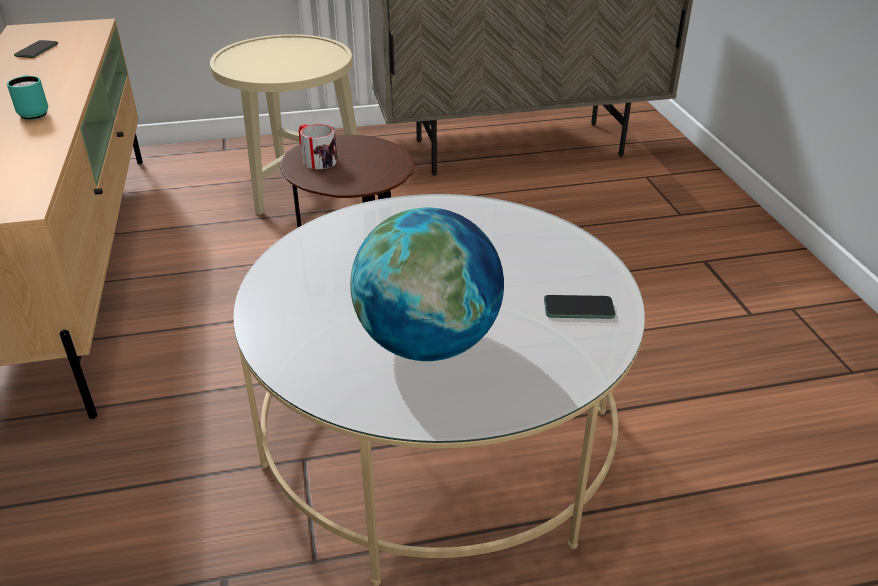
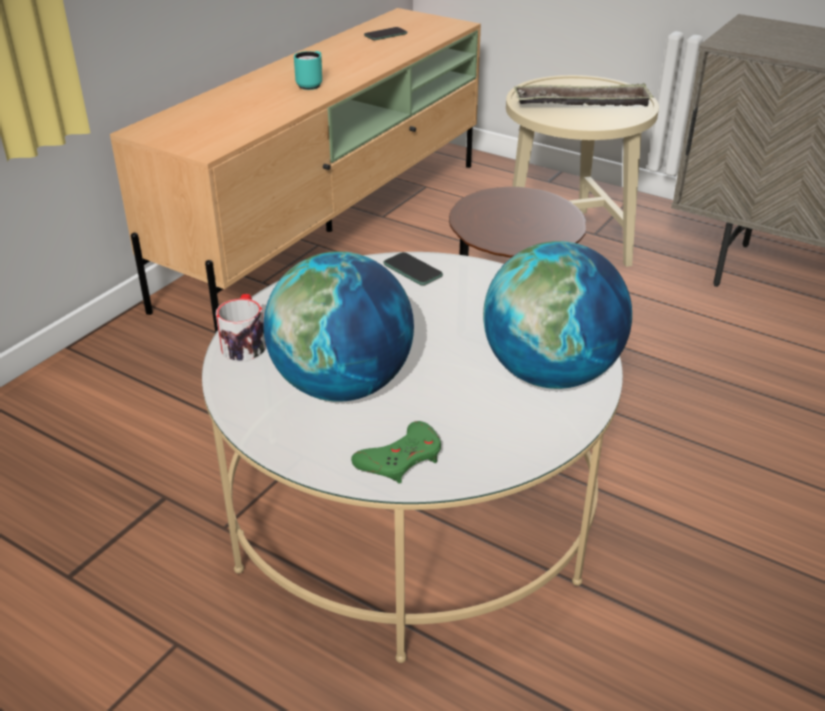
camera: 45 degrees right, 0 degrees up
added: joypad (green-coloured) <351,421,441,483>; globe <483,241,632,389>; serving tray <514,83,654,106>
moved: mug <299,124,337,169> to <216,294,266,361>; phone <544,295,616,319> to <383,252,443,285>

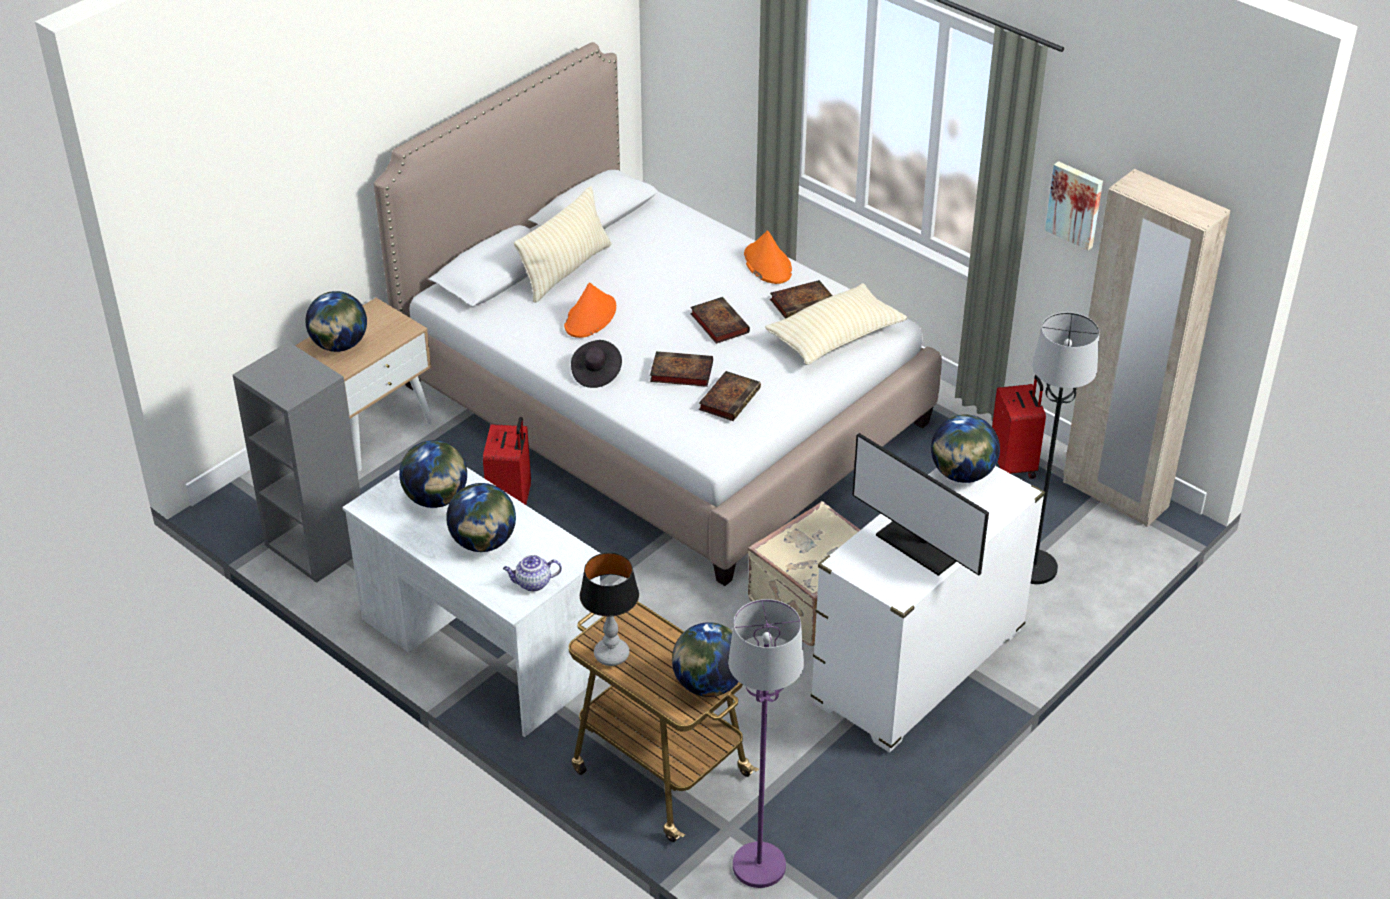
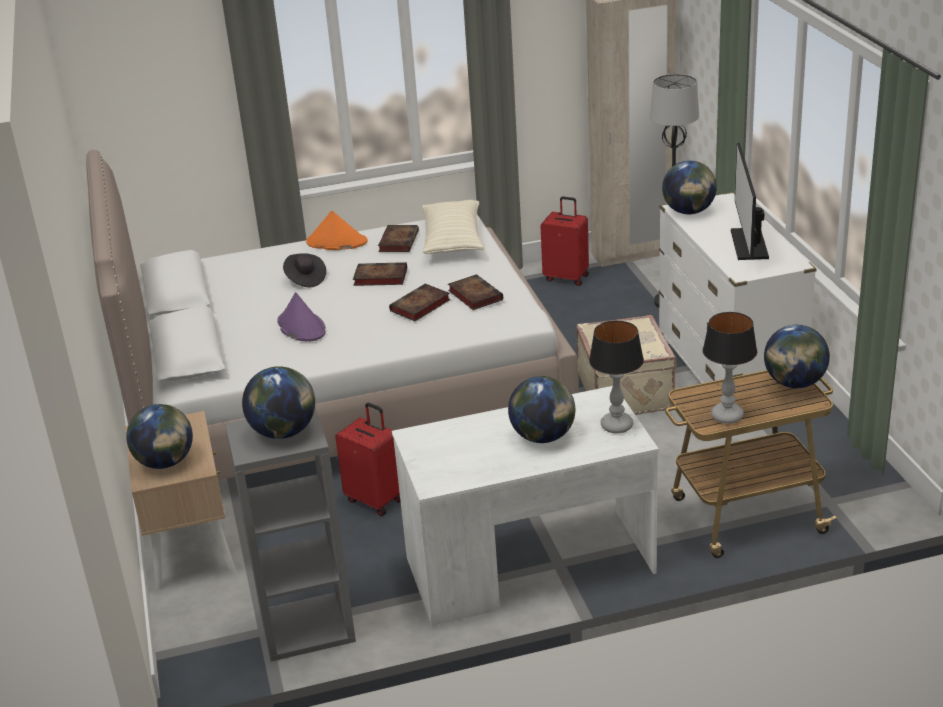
camera: 55 degrees left, 10 degrees down
removed: cushion (beige-coloured) <514,186,611,303>; standing lamp (purple-coloured) <728,599,804,888>; picture <1045,161,1103,250>
moved: globe <399,440,467,508> to <242,366,315,439>; hat (black-coloured) <571,340,622,388> to <283,253,326,287>
replaced: teapot <503,555,562,592> to tabletop lamp <589,321,644,434>
recoloured: hat (orange) <564,282,616,338> to hat (purple-coloured) <277,292,326,342>
turned: monitor <853,433,989,576> = <731,142,769,260> 105 degrees clockwise

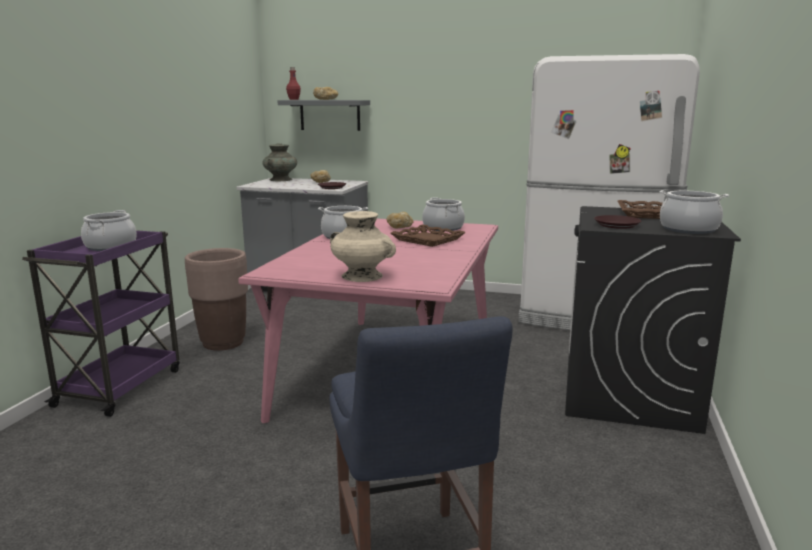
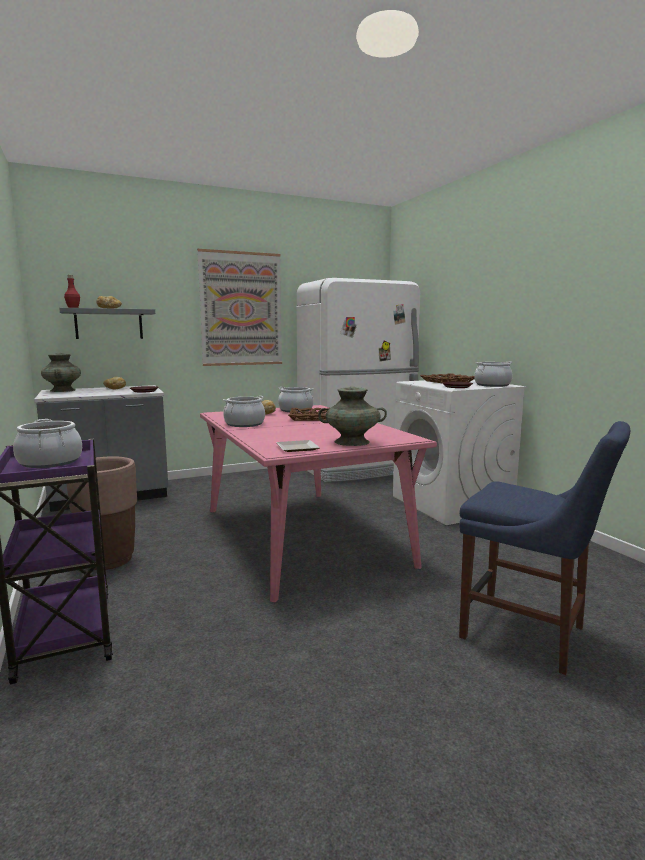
camera: 40 degrees left, 5 degrees down
added: picture <197,249,282,366>; flat dish <276,440,320,452>
recoloured: decorative vase (beige-coloured) <330,211,396,282> to decorative vase (turquoise) <318,387,387,446>; washing machine (black-coloured) <565,206,741,434> to washing machine (white) <393,380,527,525>

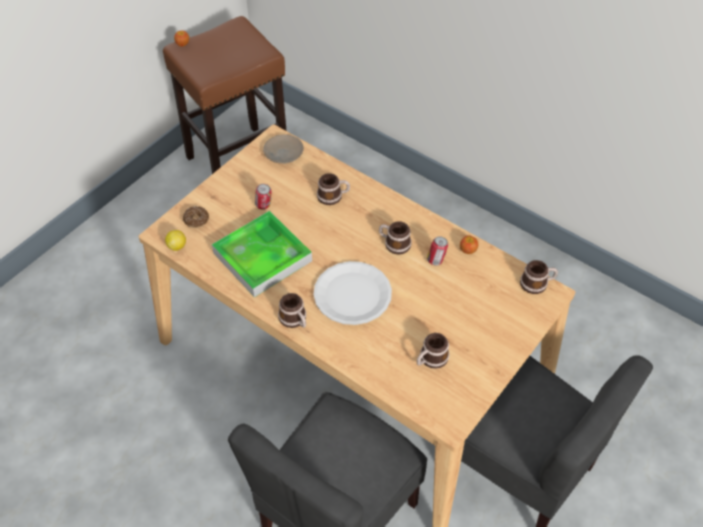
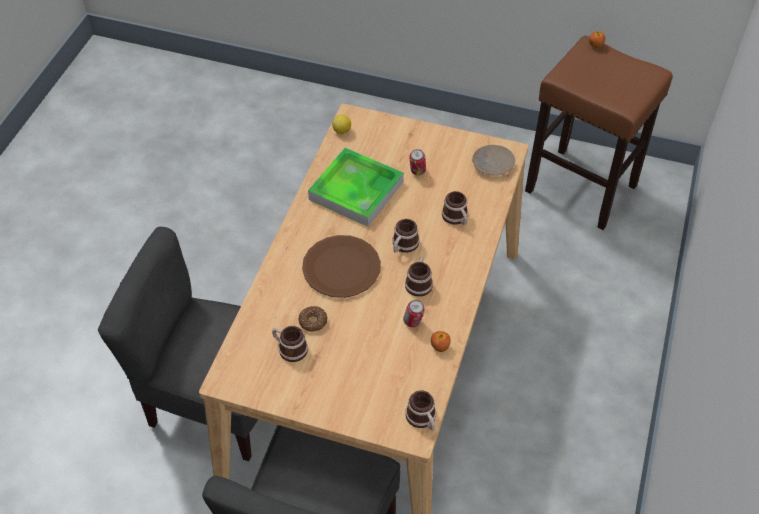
camera: 70 degrees right, 0 degrees up
moved: ring doughnut <183,206,209,228> to <299,306,327,332>; mug <278,293,306,328> to <392,219,420,253>
recoloured: flat dish (white) <313,261,392,325> to flat dish (brownish) <302,235,381,298>

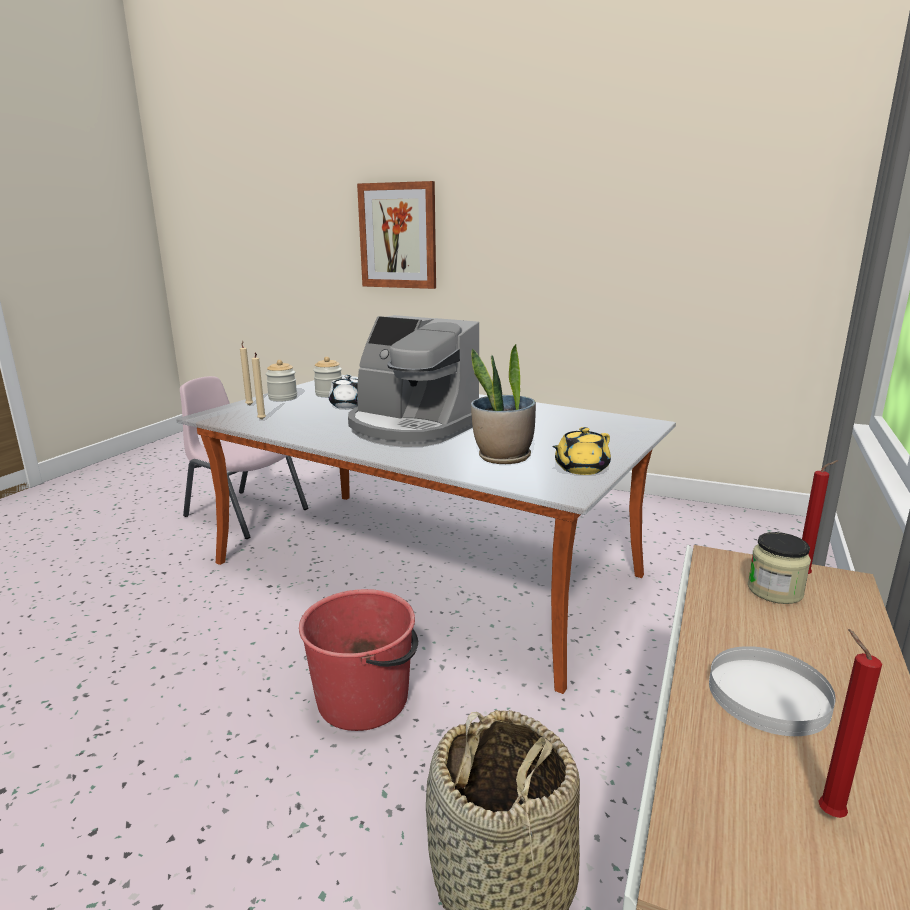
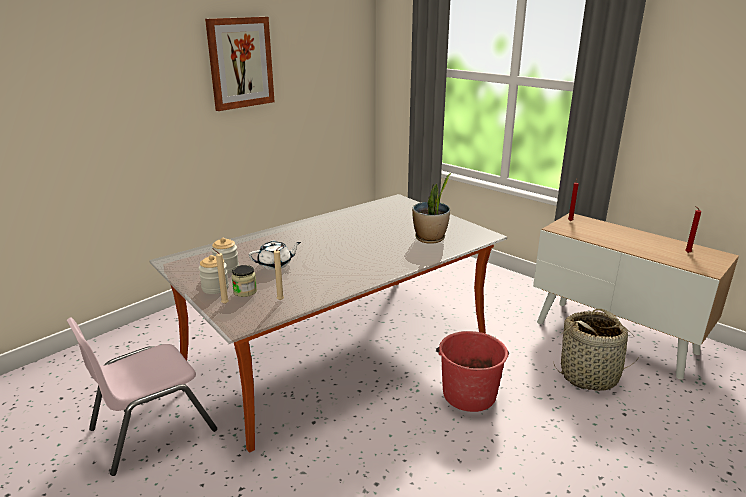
camera: 70 degrees left, 5 degrees up
removed: coffee brewer <348,315,479,447>; teapot (yellow-coloured) <552,427,611,475>; flat dish (white) <709,646,836,736>
moved: picture <357,181,436,289> to <205,17,275,111>; jar <748,532,811,604> to <231,265,257,297>

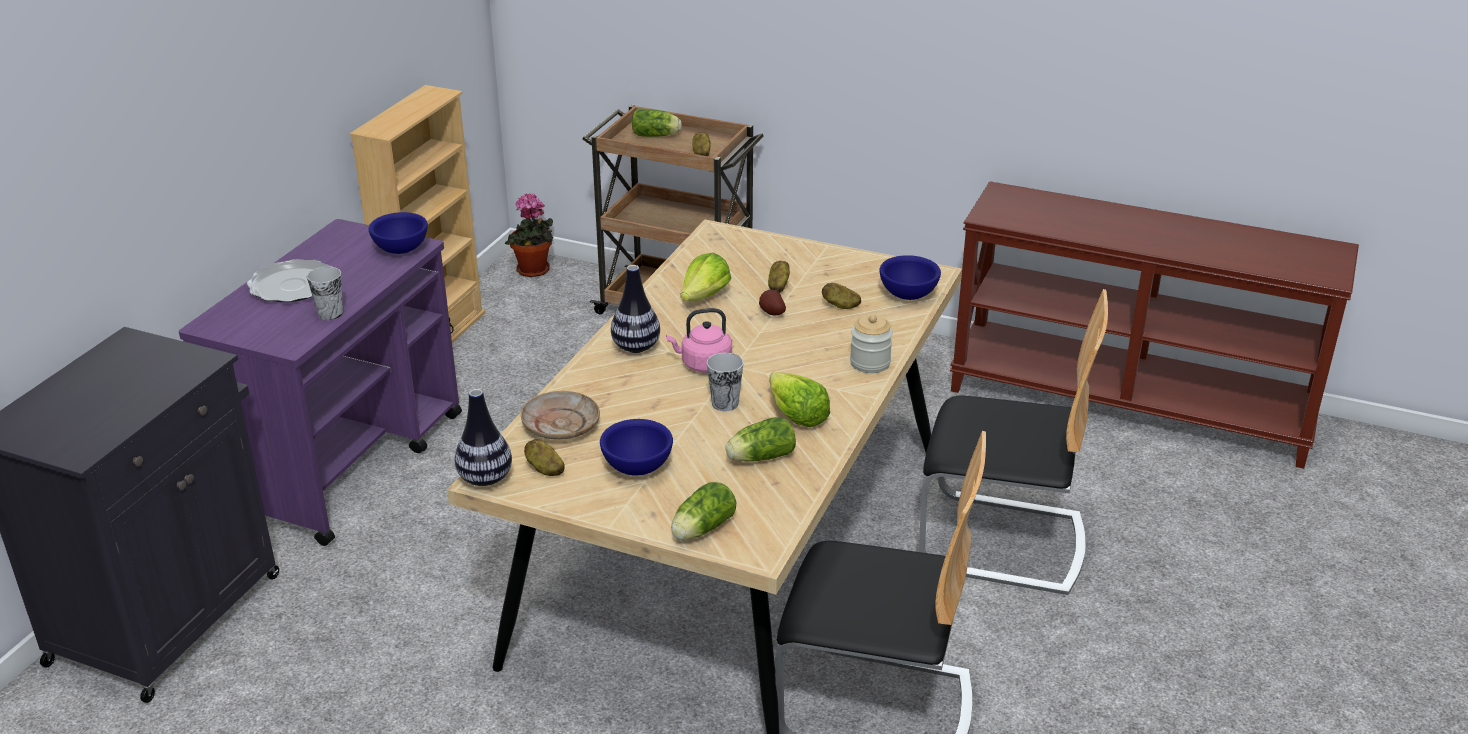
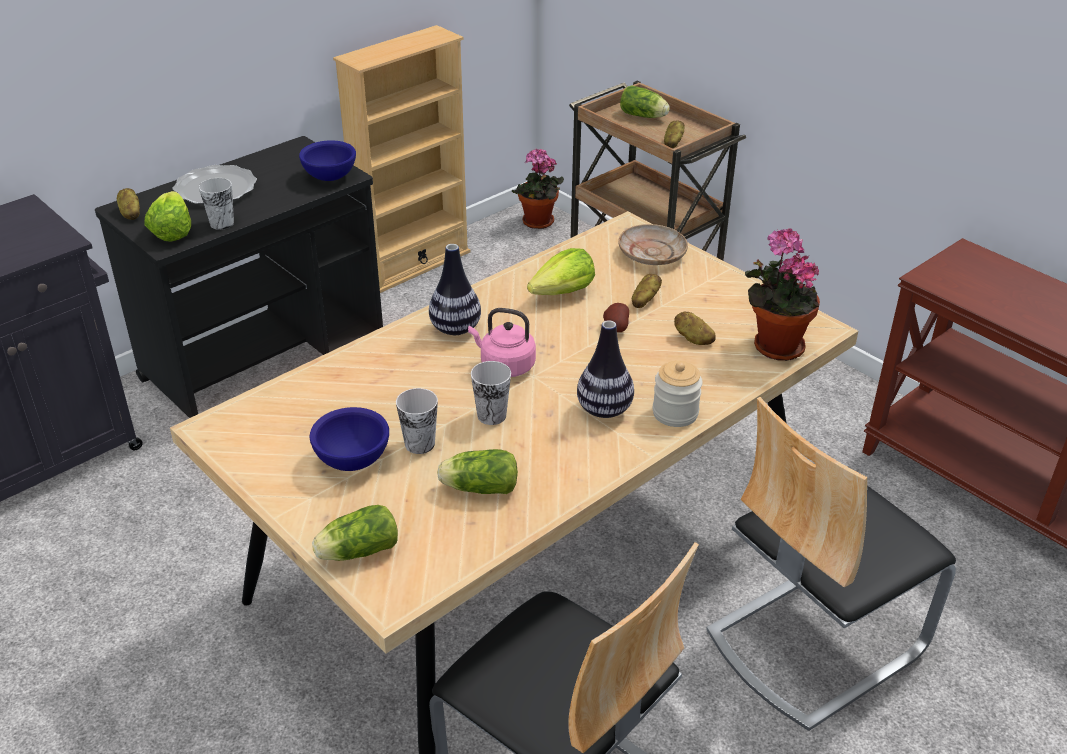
camera: 25 degrees right, 5 degrees up
added: small cup <396,388,438,454>
moved: decorative vase <455,389,512,486> to <577,320,634,418>; flat dish (beige-coloured) <521,391,600,440> to <618,224,688,265>; potato <524,439,565,476> to <117,188,140,220>; lettuce <769,372,830,427> to <144,191,191,242>
replaced: deep dish (blue) <879,255,941,300> to houseplant <745,228,820,361>
recoloured: wheeled cart (purple-coloured) <179,219,462,546> to wheeled cart (black-coloured) <95,136,383,418>
turned: chair <919,289,1108,595> = <706,397,956,731> 105 degrees clockwise

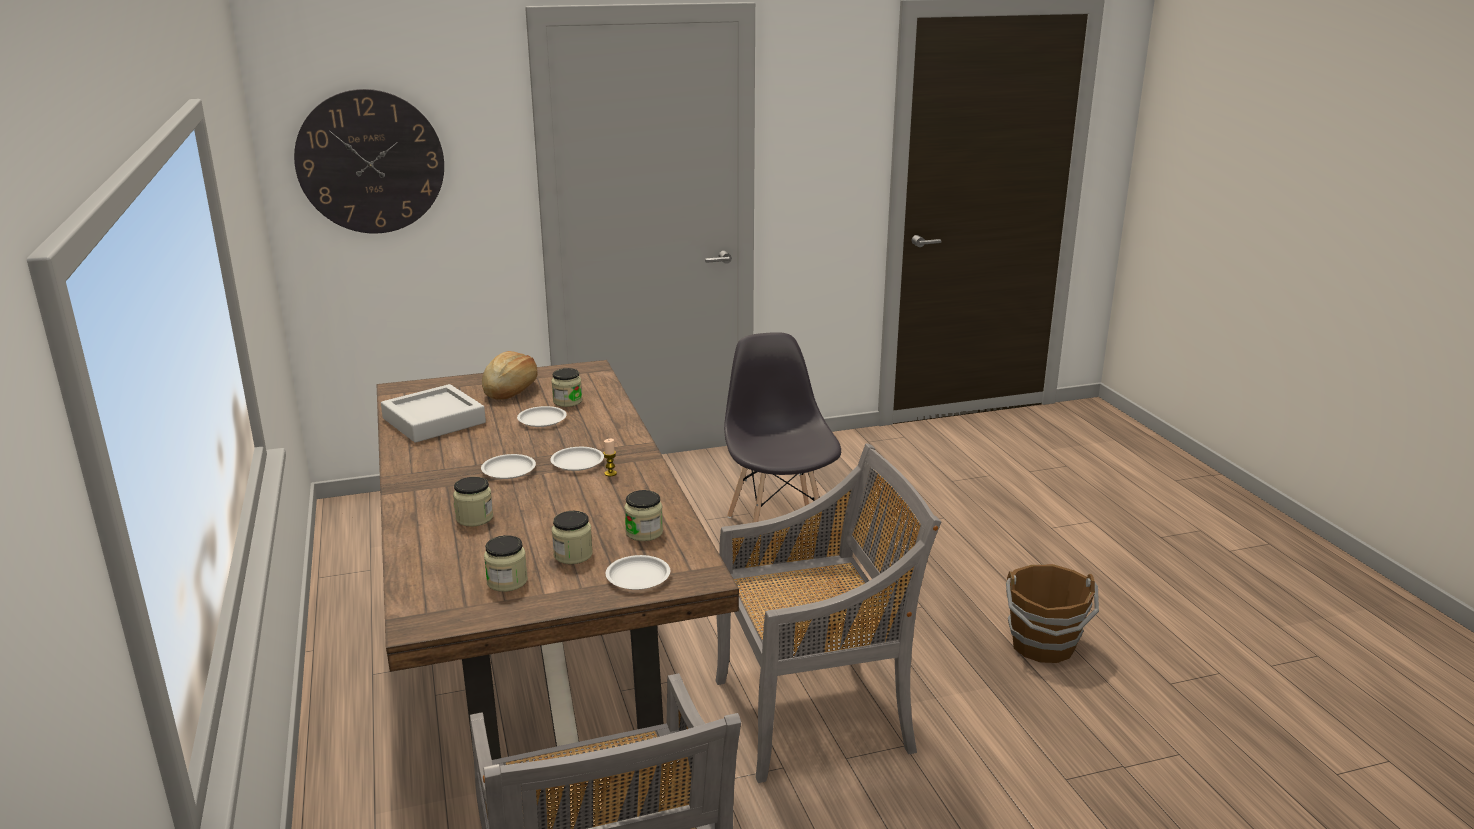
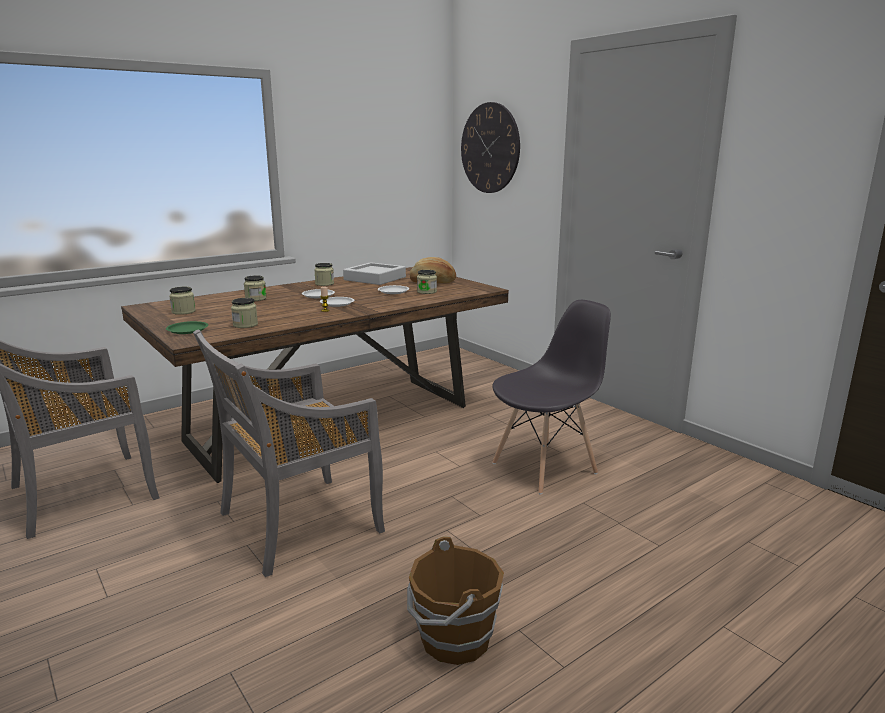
camera: 70 degrees right, 5 degrees down
moved: jar <552,511,593,564> to <314,263,334,286>
recoloured: flat dish (white) <606,555,670,590> to flat dish (green-coloured) <166,321,208,334>
turned: chair (gray) <716,443,941,783> = <193,329,385,577> 90 degrees clockwise

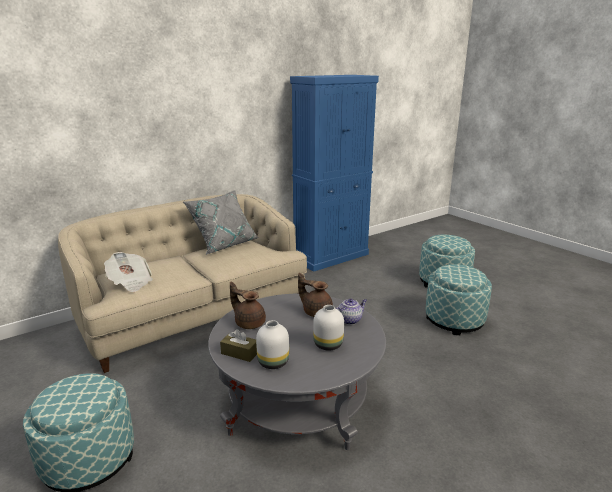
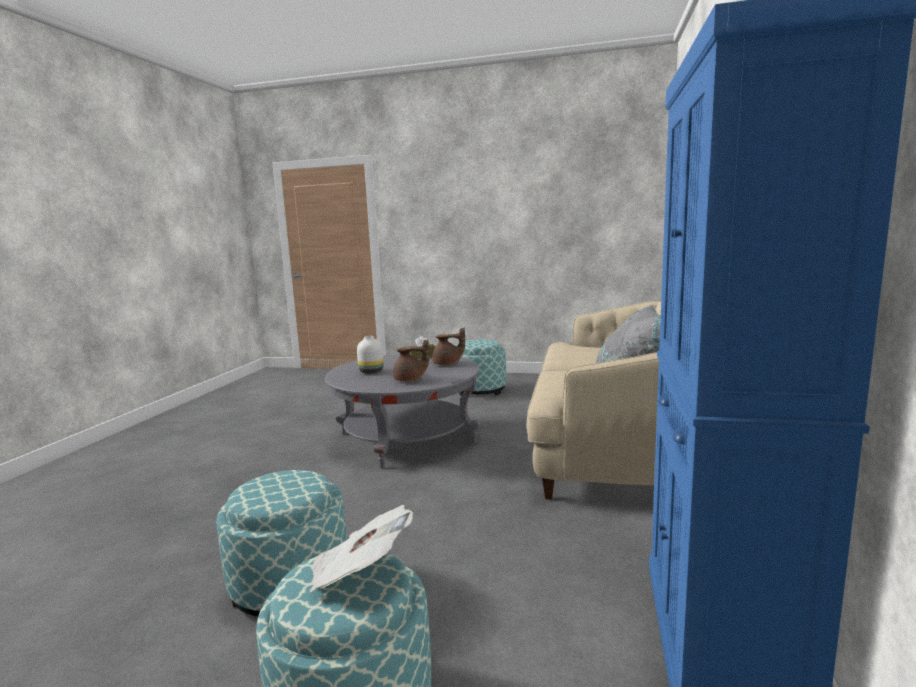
camera: 140 degrees right, 10 degrees down
removed: decorative vase (white) <256,320,289,369>; teapot <335,299,367,325>
moved: daily paper <104,252,153,292> to <309,505,413,592>

